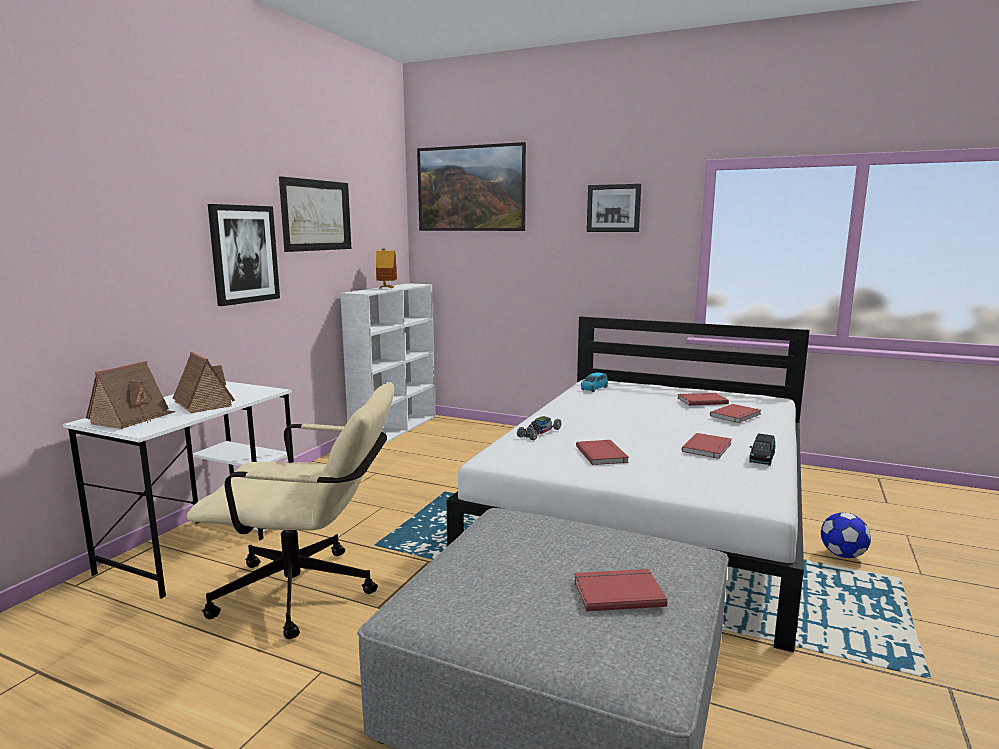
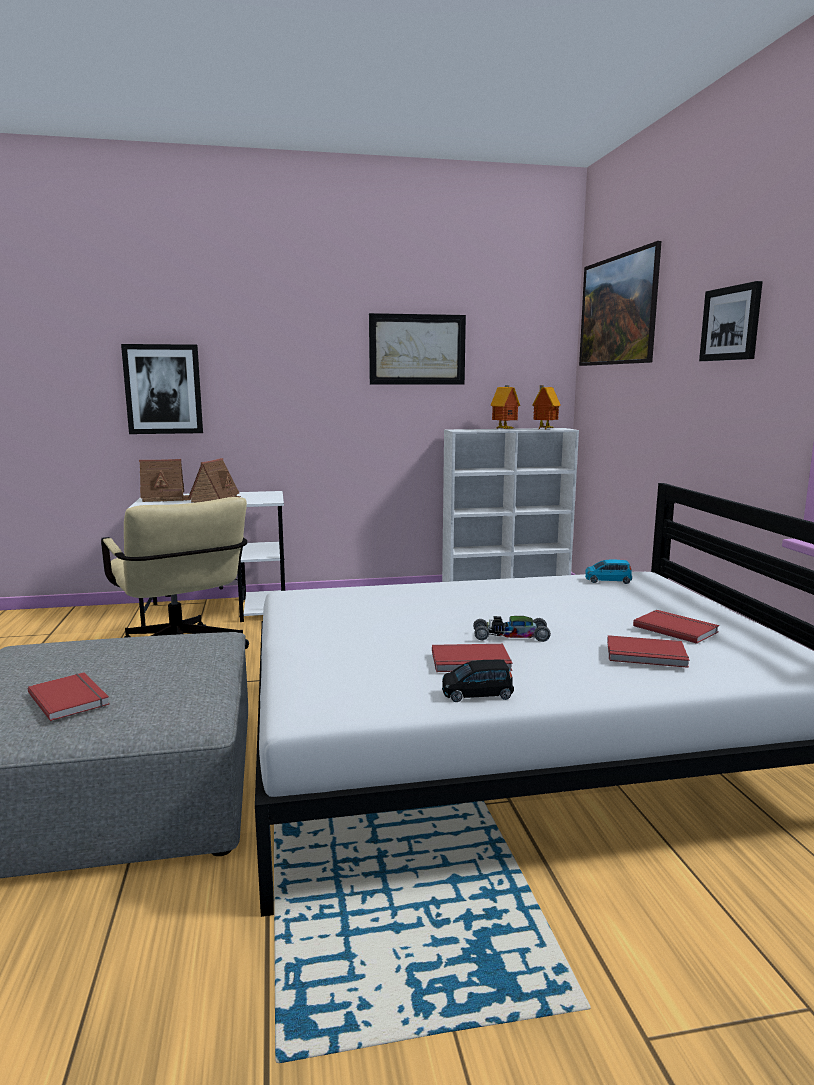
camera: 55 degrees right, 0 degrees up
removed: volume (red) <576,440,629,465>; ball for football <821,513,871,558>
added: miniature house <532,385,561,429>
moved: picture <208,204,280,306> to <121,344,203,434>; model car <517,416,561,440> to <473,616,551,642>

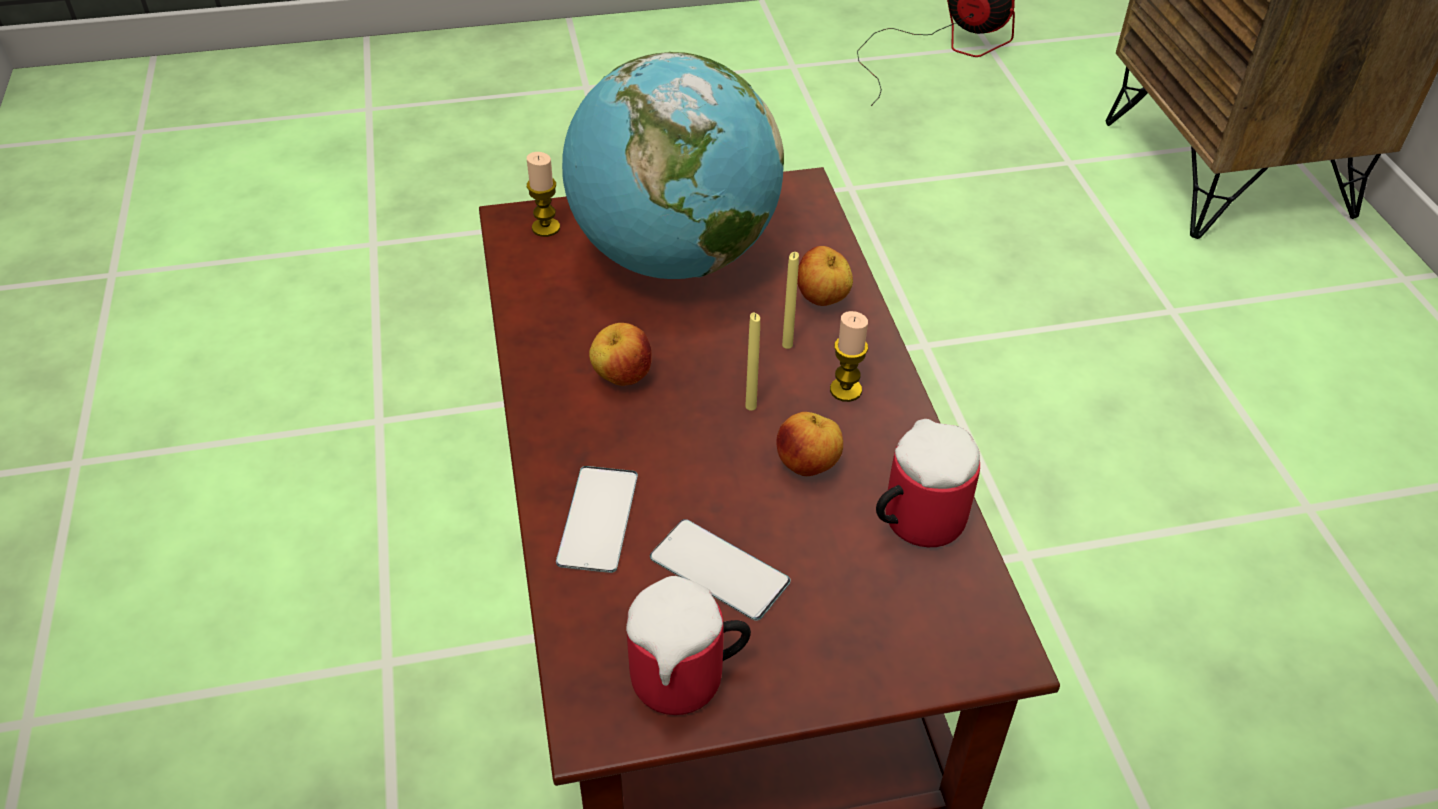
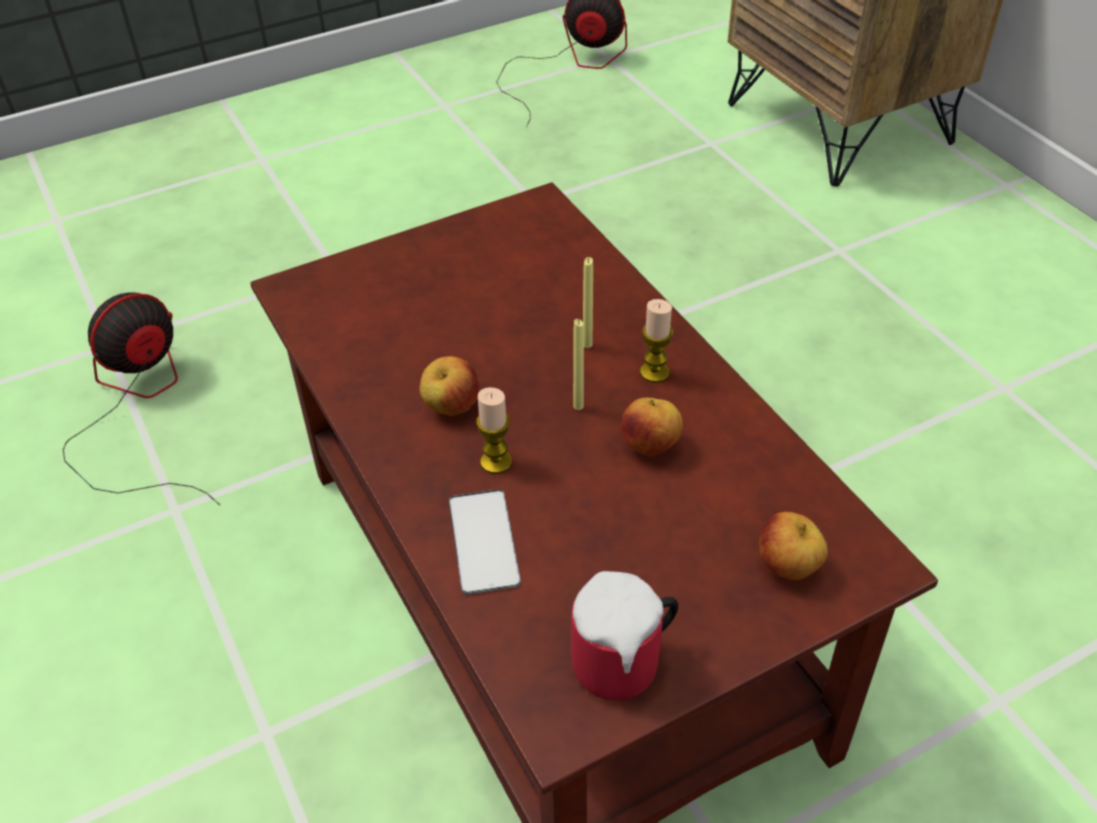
camera: 15 degrees left, 0 degrees up
removed: globe <562,52,784,279>; phone <650,519,791,621>; mug <876,419,980,547>
added: fan <63,292,220,505>
moved: wax light <527,152,560,237> to <476,387,512,474>; whole apple <797,246,853,306> to <759,512,828,580>

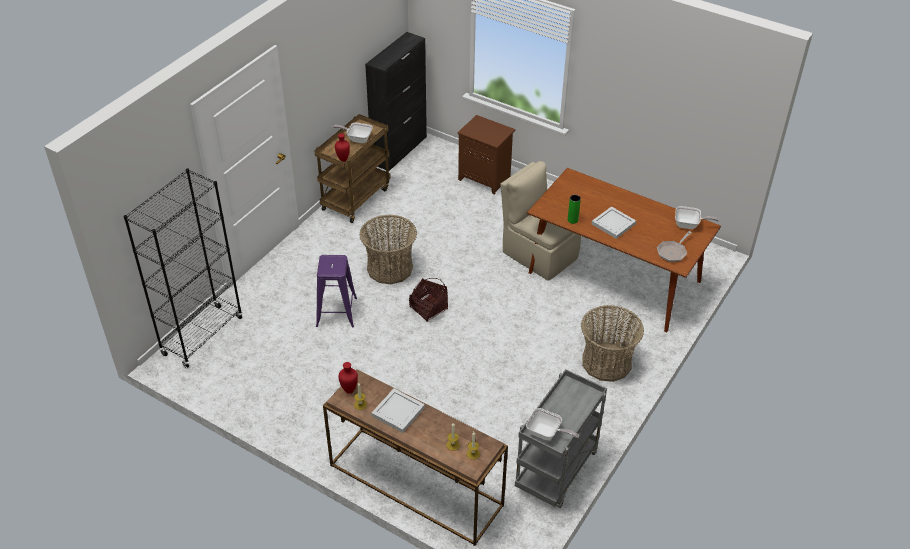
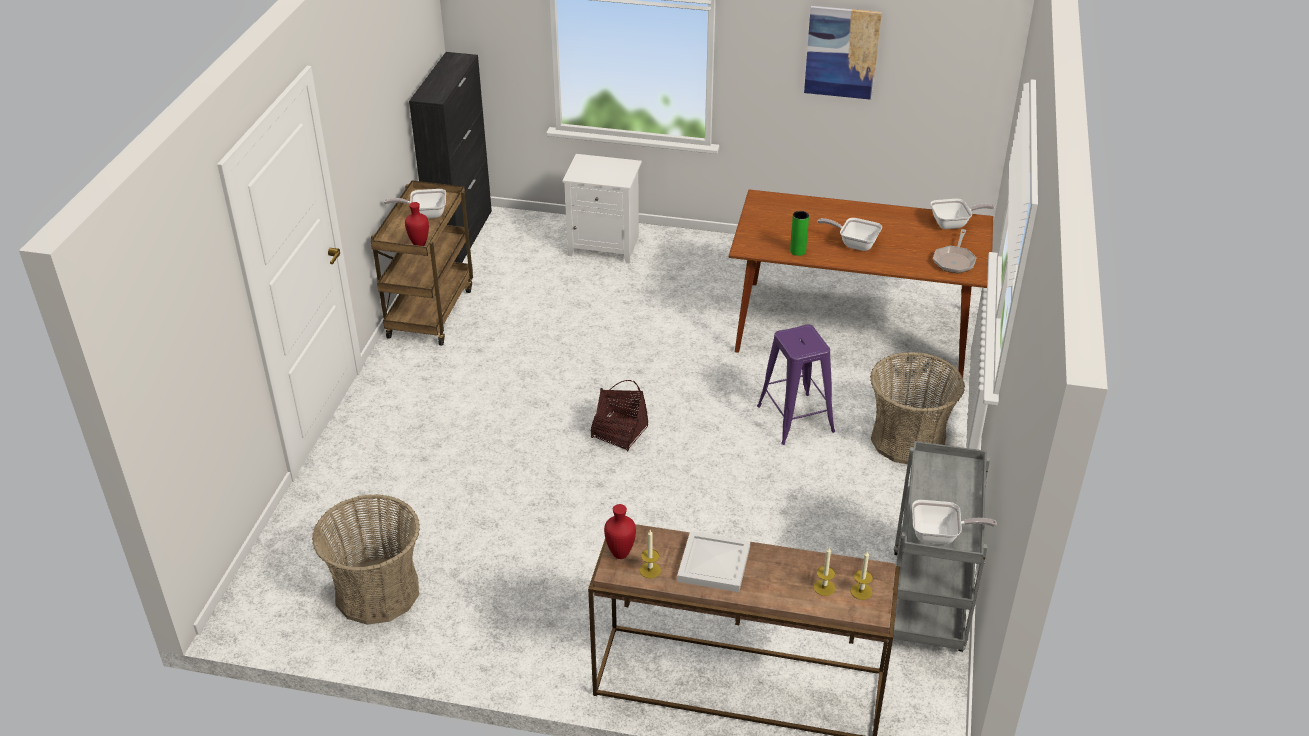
camera: 20 degrees left, 5 degrees down
removed: shelving unit (black-coloured) <124,168,243,368>; chair (beige-coloured) <500,161,581,281>
added: picture <804,6,882,100>
moved: sitting stool (purple-coloured) <316,255,357,328> to <757,324,835,445>; basket <360,215,417,284> to <312,494,420,625>
replaced: serving tray (white) <592,206,636,239> to frying pan <817,218,882,251>
recoloured: nightstand (brownish) <457,115,515,195> to nightstand (white) <562,154,642,263>

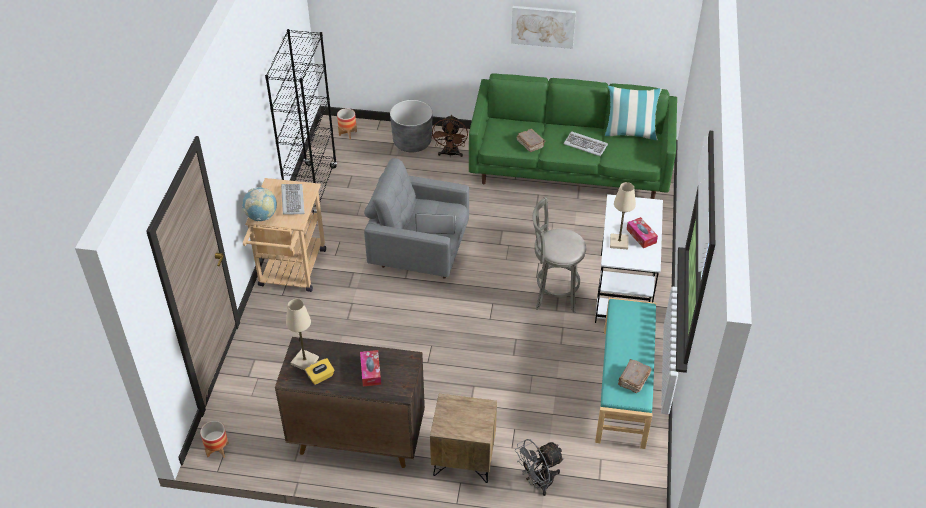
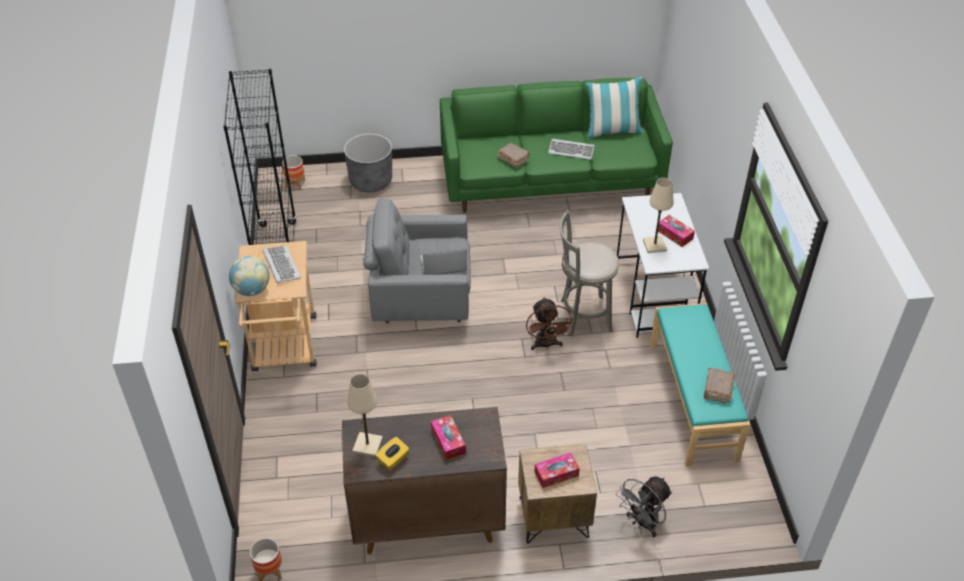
camera: 15 degrees left, 0 degrees up
removed: picture <511,6,576,49>
added: tissue holder <534,453,580,488>
moved: fan (brownish) <431,115,468,157> to <526,297,574,350>

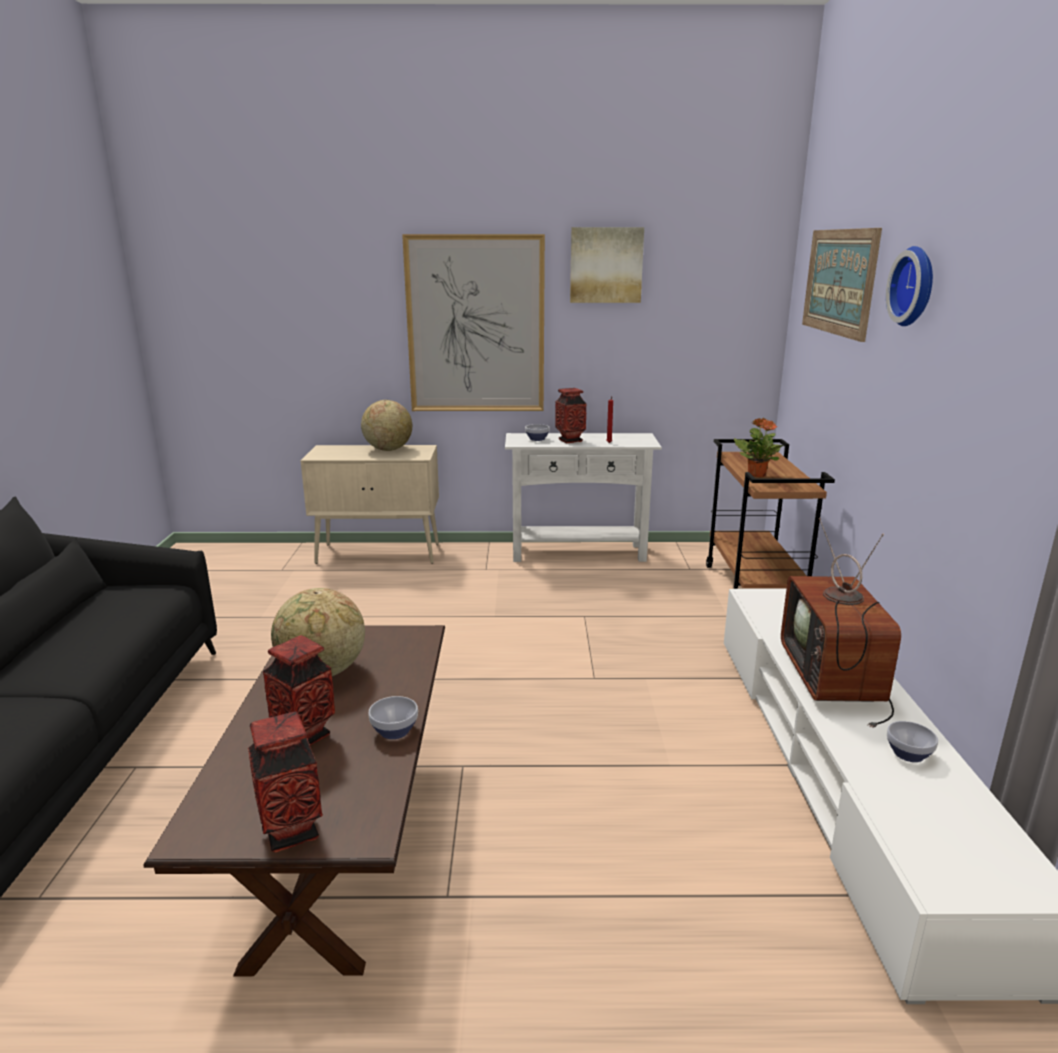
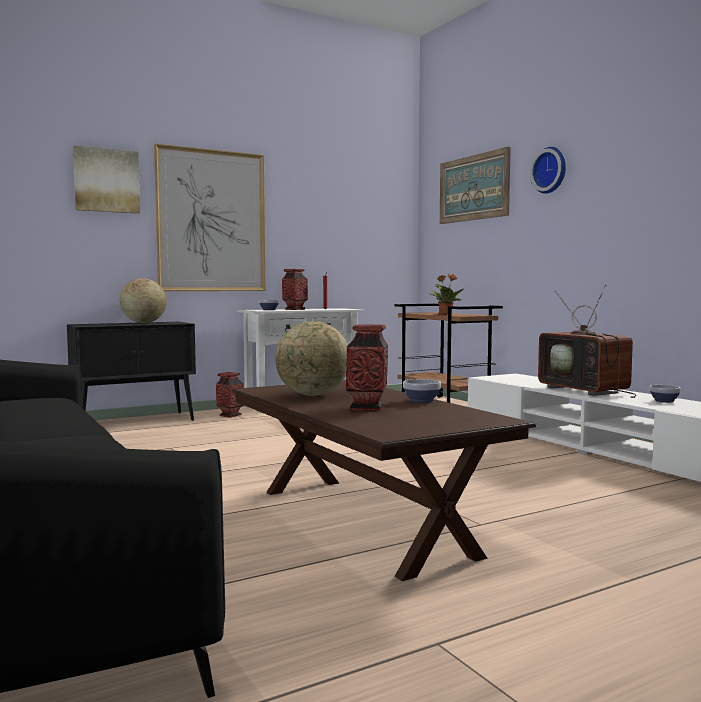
camera: 30 degrees left, 15 degrees down
moved: decorative vase <248,711,323,853> to <216,372,243,418>; picture <570,227,644,303> to <73,145,140,214>
recoloured: cupboard (beige-coloured) <301,445,439,564> to cupboard (black-coloured) <67,322,196,421>

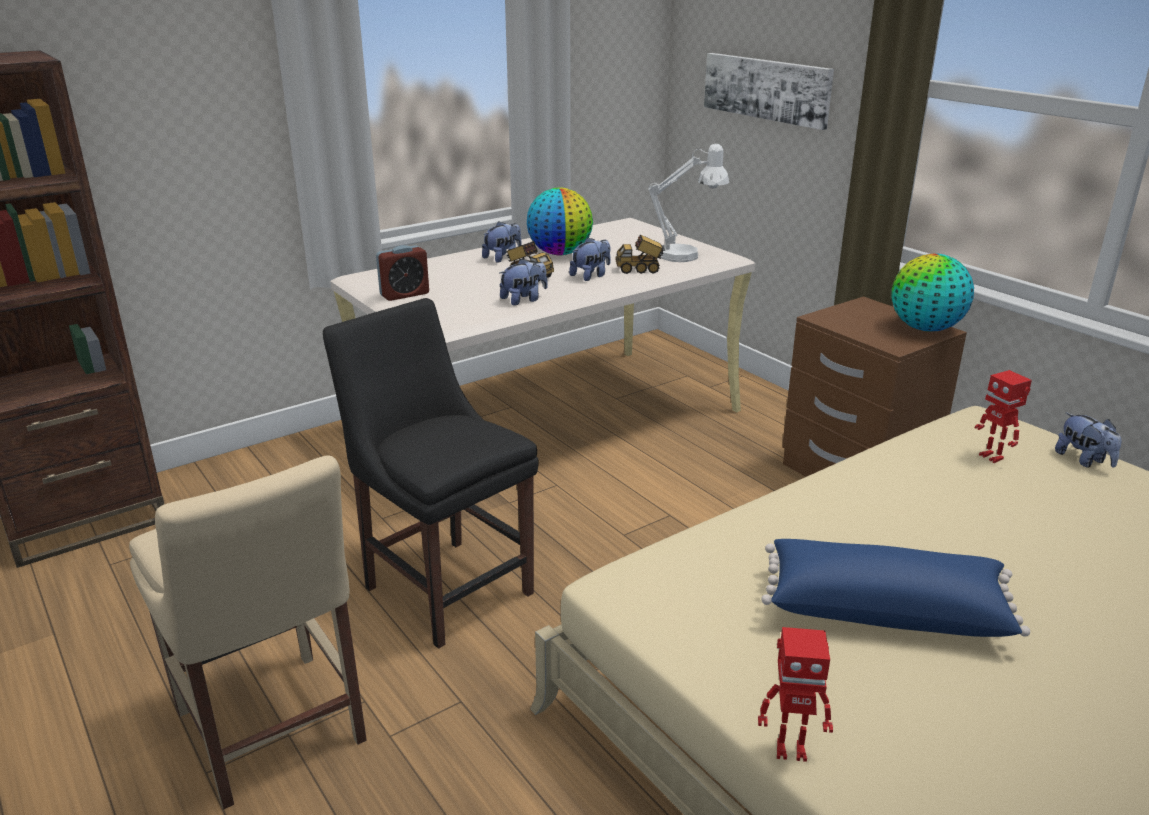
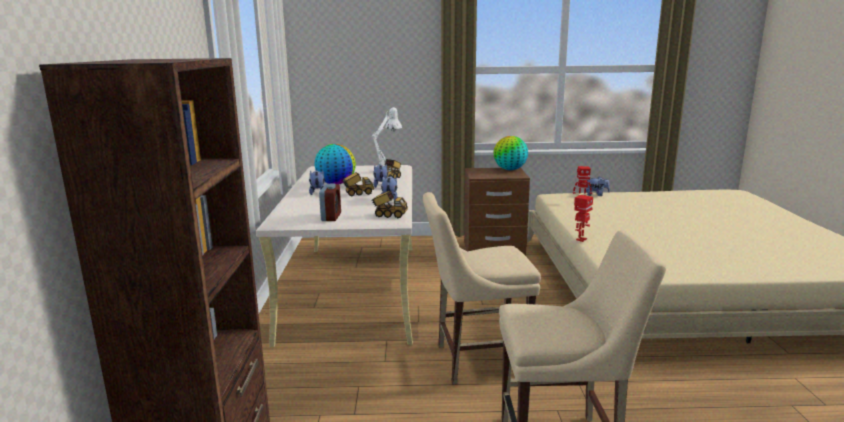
camera: 55 degrees left, 10 degrees down
removed: picture <704,53,834,130>; cushion (blue) <761,539,1030,637>
added: toy truck <371,190,408,218>
moved: model robot <758,627,833,762> to <574,195,593,242>
recoloured: chair (black-coloured) <323,298,539,649> to chair (beige-coloured) <423,192,541,384>

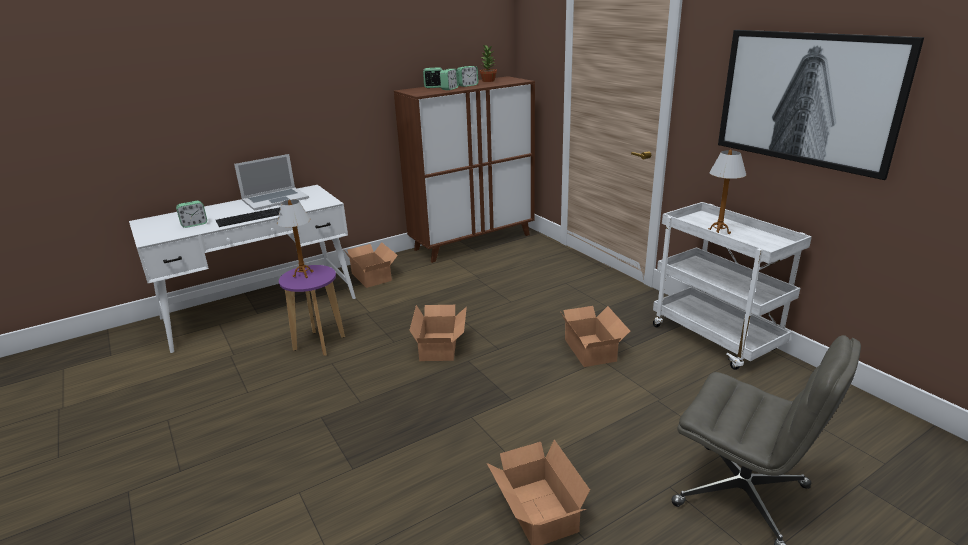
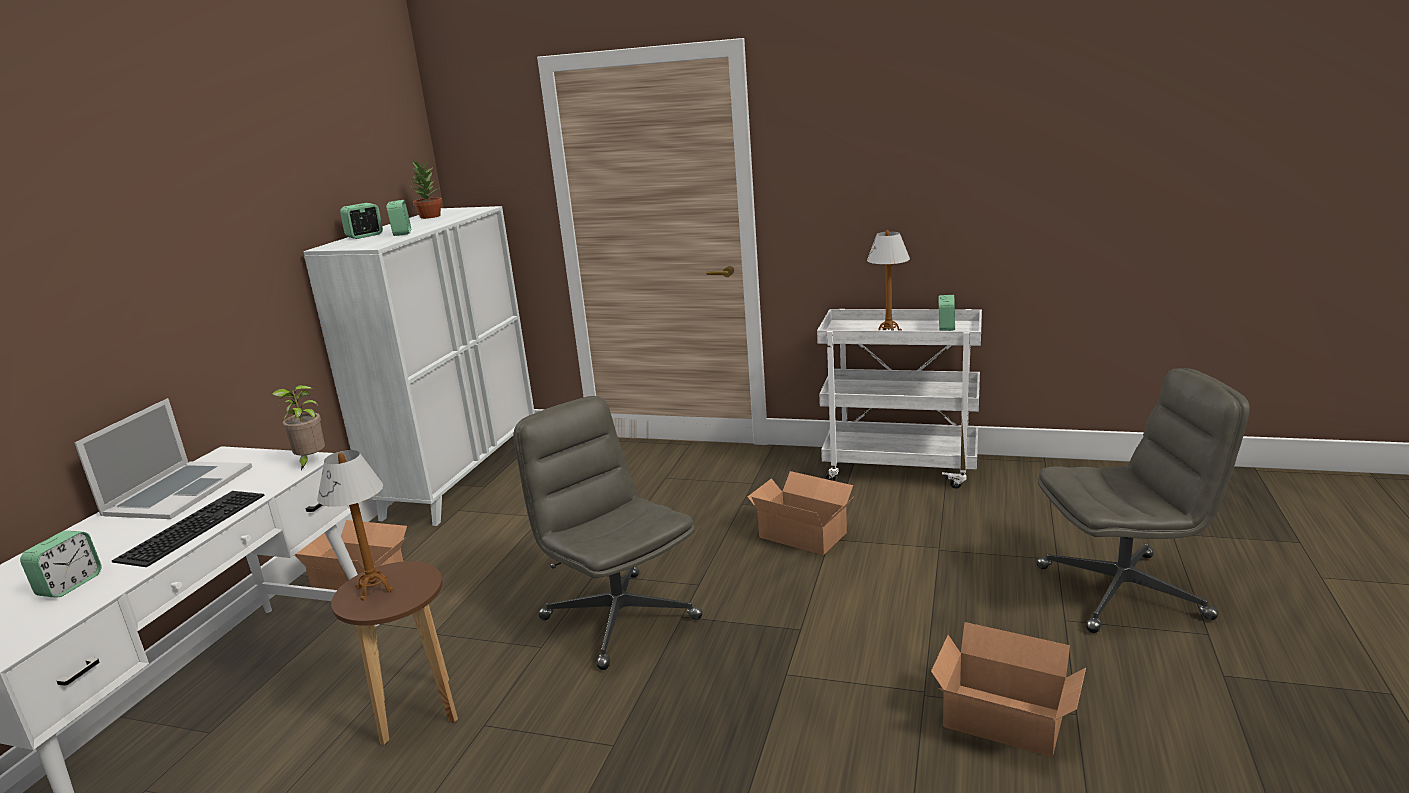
camera: 40 degrees left, 5 degrees down
removed: picture <718,30,924,180>
added: houseplant <271,385,325,470>
moved: bedside clock <457,66,479,87> to <939,295,955,331>
replaced: carton <409,305,467,361> to desk chair (gray) <513,396,703,670>
recoloured: sitting stool (purple-coloured) <279,265,345,356> to sitting stool (brownish) <331,561,458,745>; cupboard (brownish) <394,76,535,263> to cupboard (white) <303,206,535,526>

